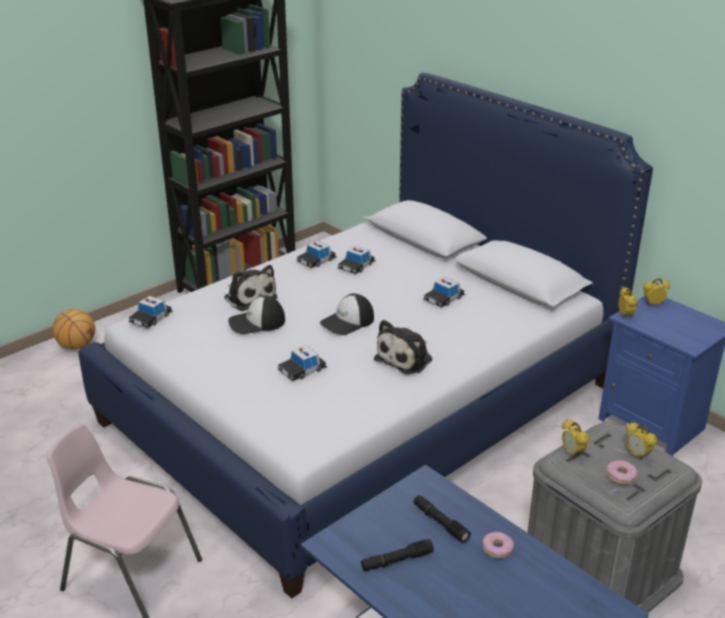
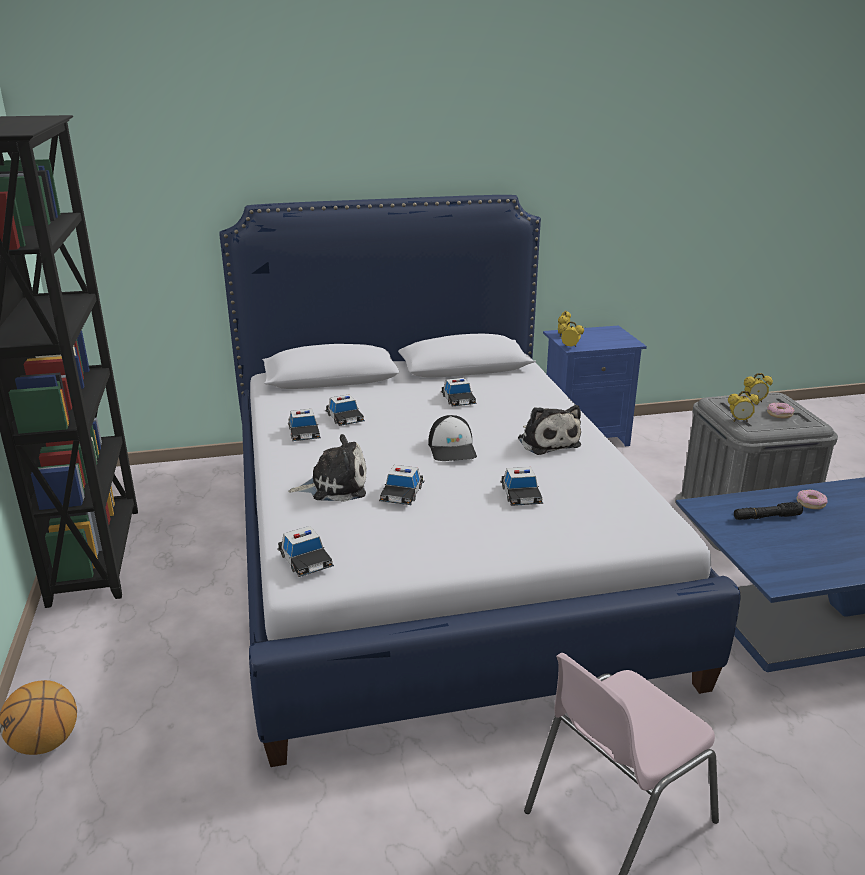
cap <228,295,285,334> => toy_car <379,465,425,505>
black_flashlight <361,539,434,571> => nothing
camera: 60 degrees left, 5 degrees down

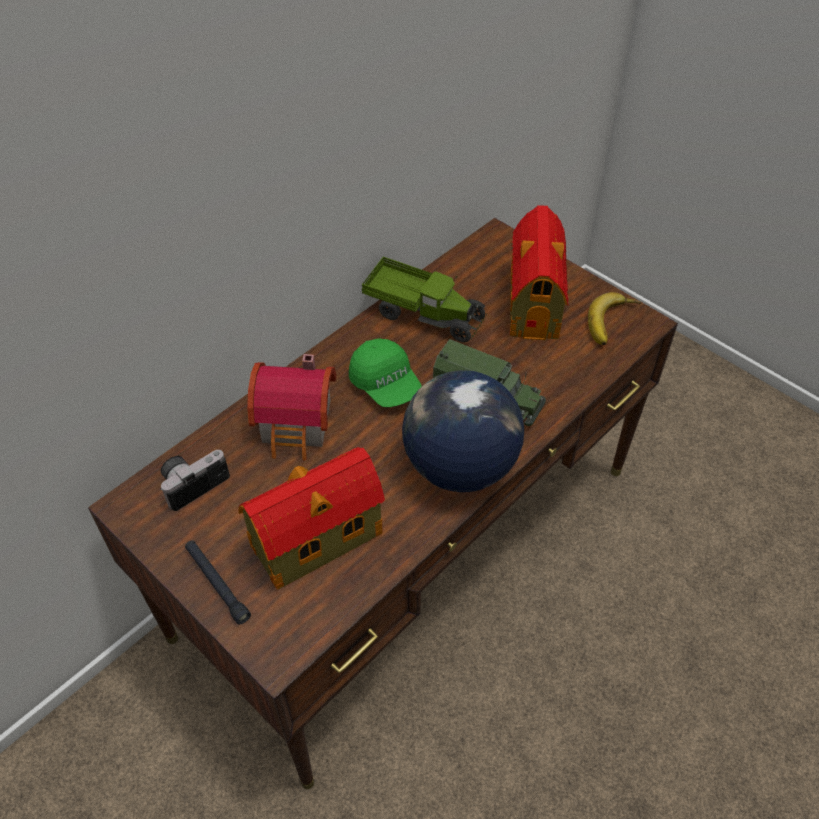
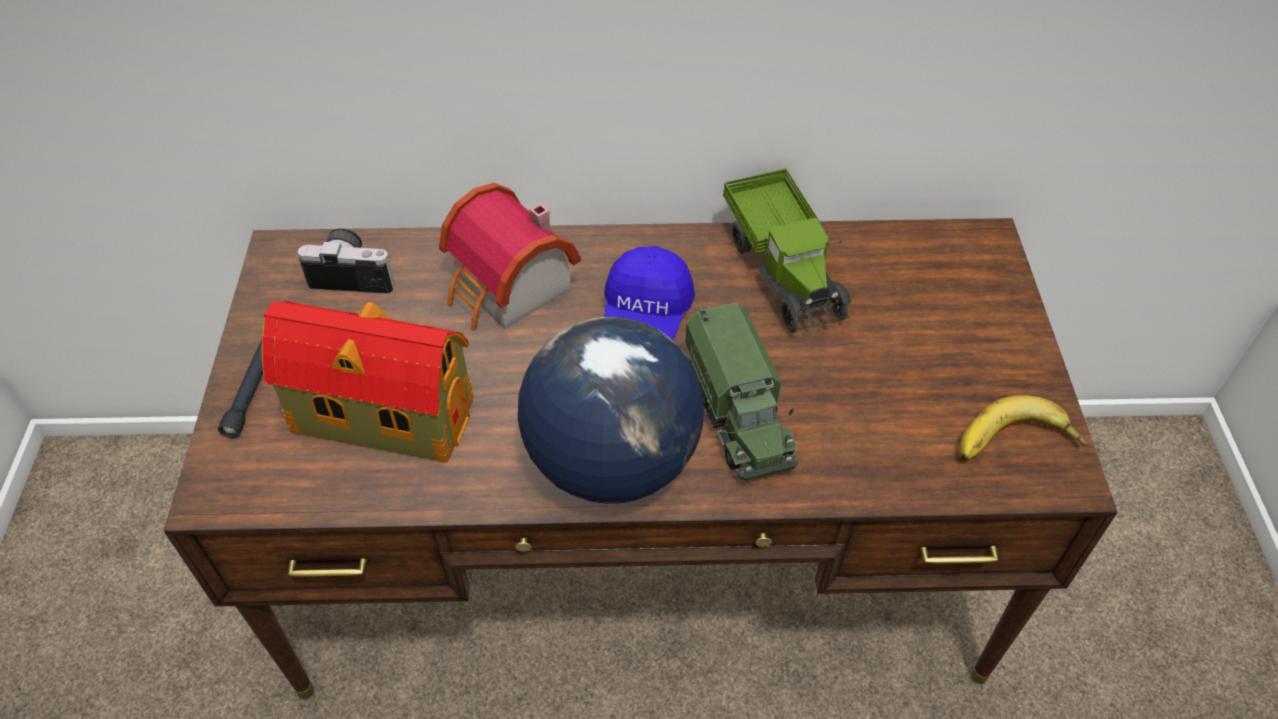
toy_house <510,205,568,340> => nothing
green_cap <349,338,422,407> => blue_cap <604,246,695,340>
camera: 45 degrees right, 0 degrees up

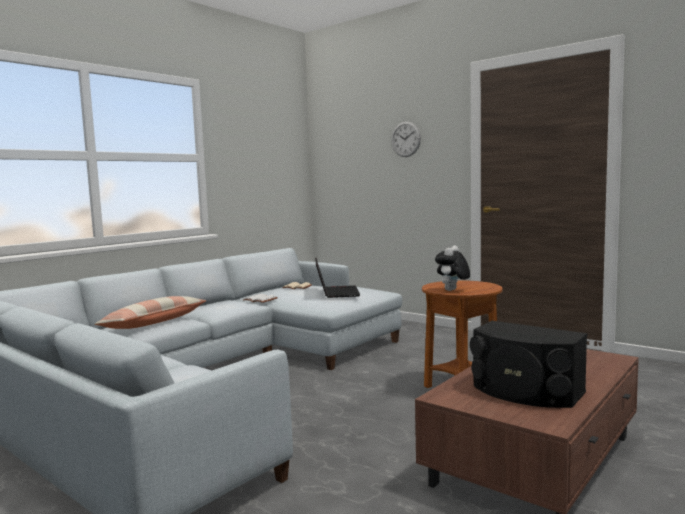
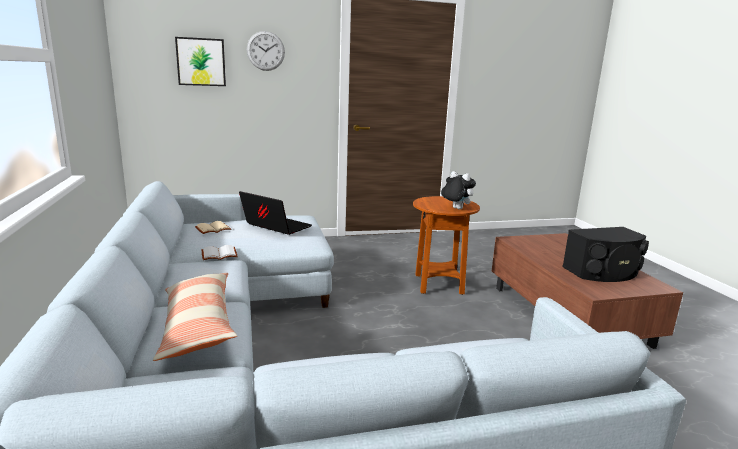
plush_toy <435,246,470,291> => plush_toy <441,171,476,210>, 150 degrees clockwise
nothing => picture <175,37,226,86>
camera: 55 degrees left, 10 degrees up

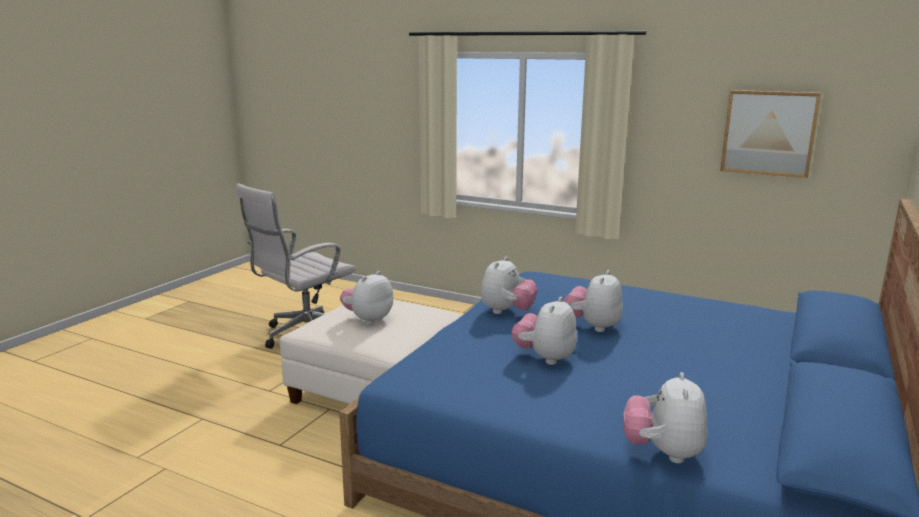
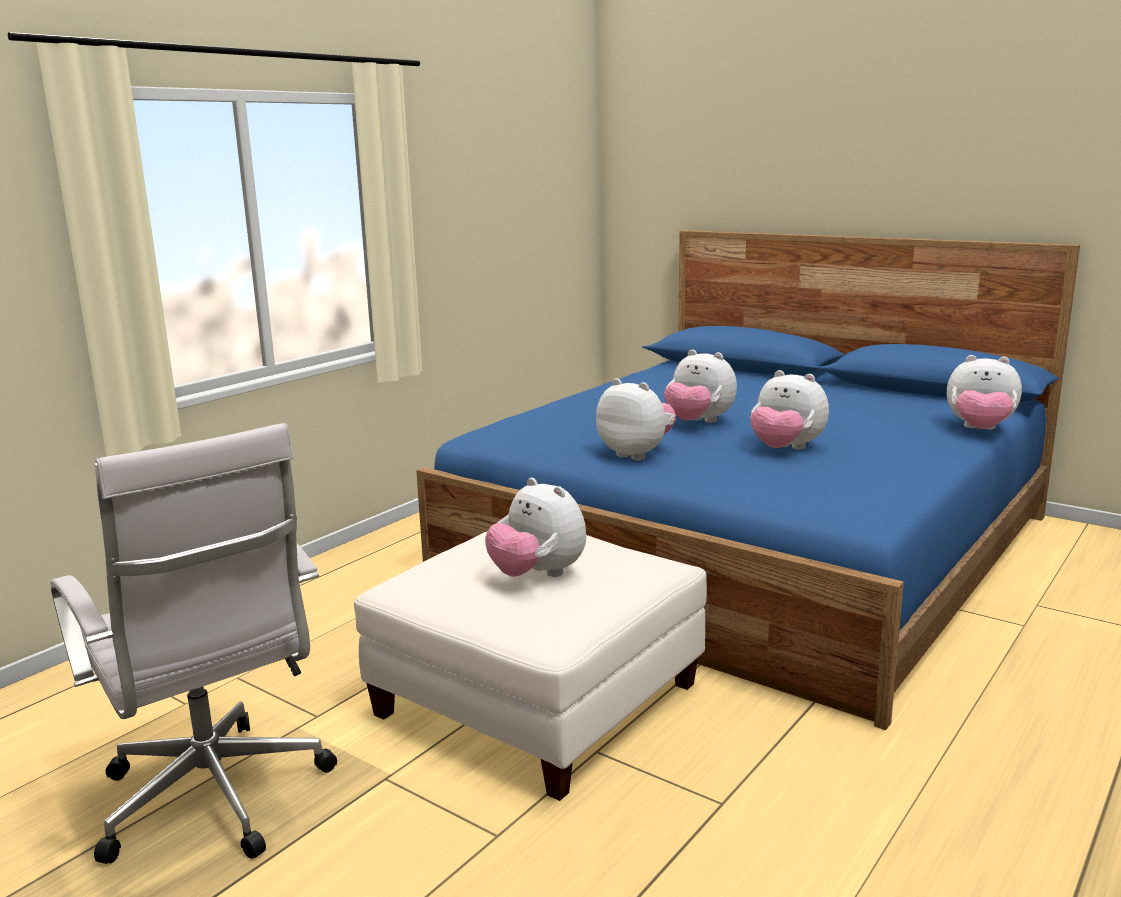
picture <720,90,821,178> => nothing
camera: 80 degrees left, 0 degrees up

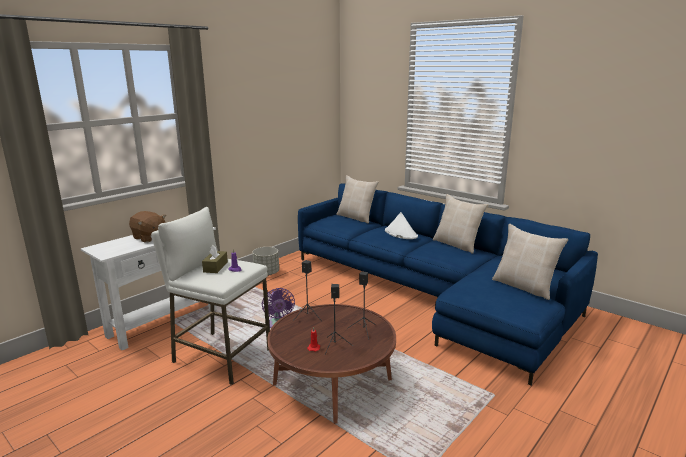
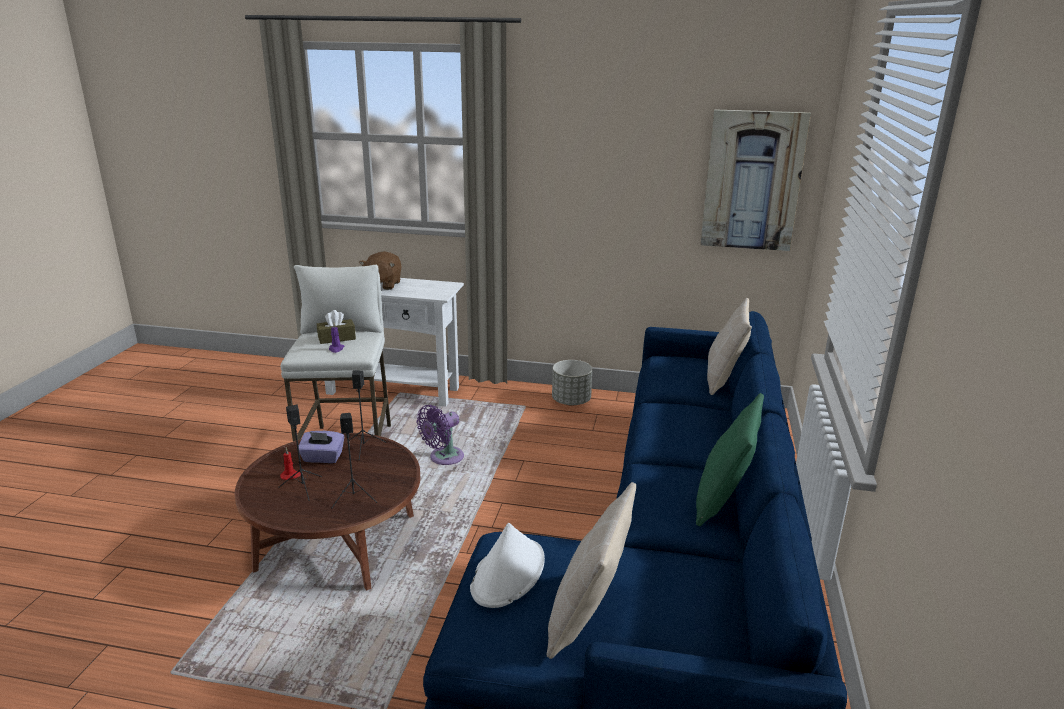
beige_pillow <433,194,488,254> => green_pillow <696,393,764,526>
white_hat <385,212,418,239> => white_hat <470,523,545,608>, relocated
nothing => picture <700,109,811,251>
nothing => purple_tissue_box <299,431,344,463>
camera: 60 degrees right, 5 degrees up

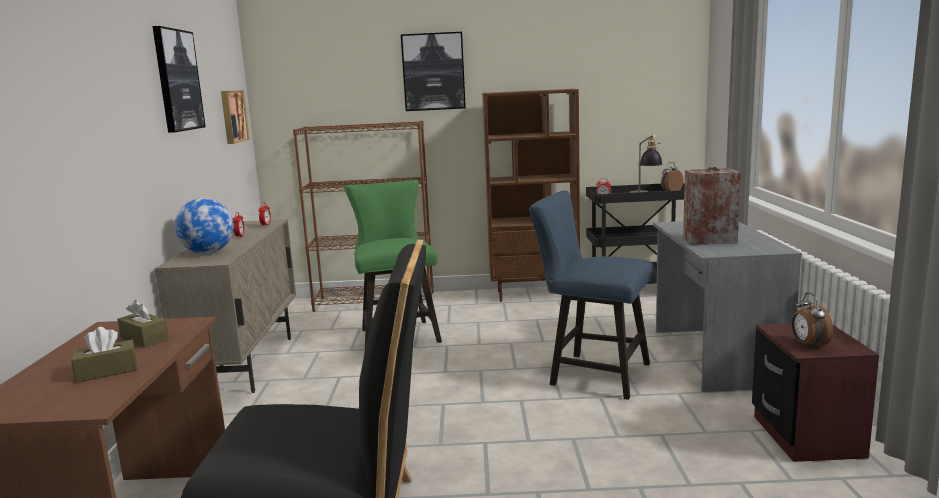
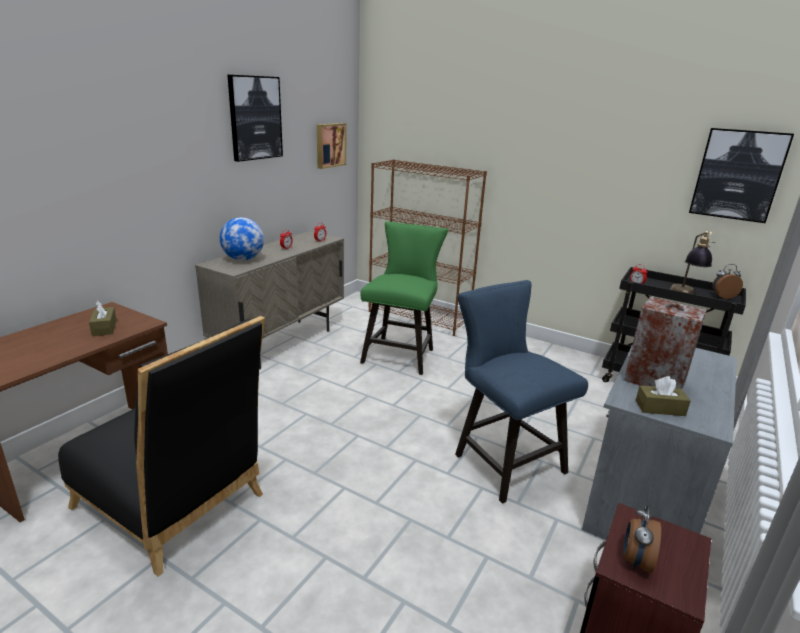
picture <401,32,466,111> => picture <689,128,794,223>, relocated
brown_bookcase <482,89,580,302> => nothing
brown_tissue_box <71,327,137,383> => brown_tissue_box <636,376,691,416>, relocated
camera: 30 degrees right, 10 degrees up

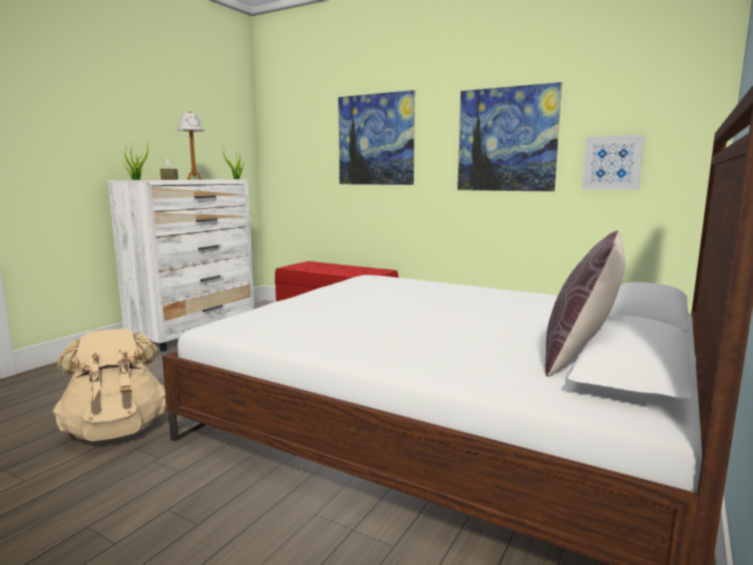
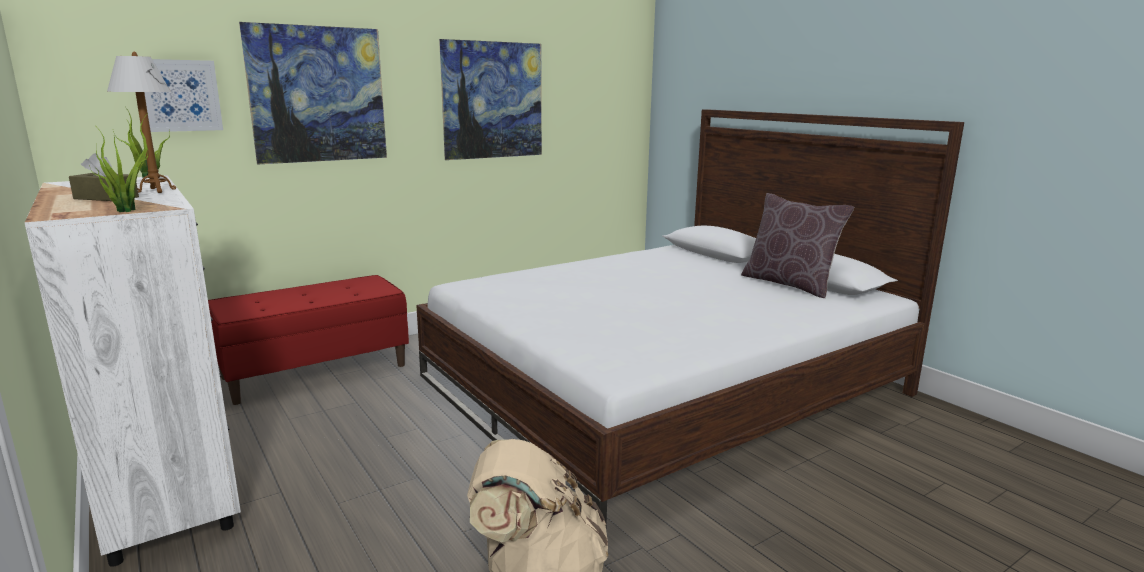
picture <582,135,644,190> => picture <144,59,223,132>, relocated
camera: 65 degrees left, 5 degrees up

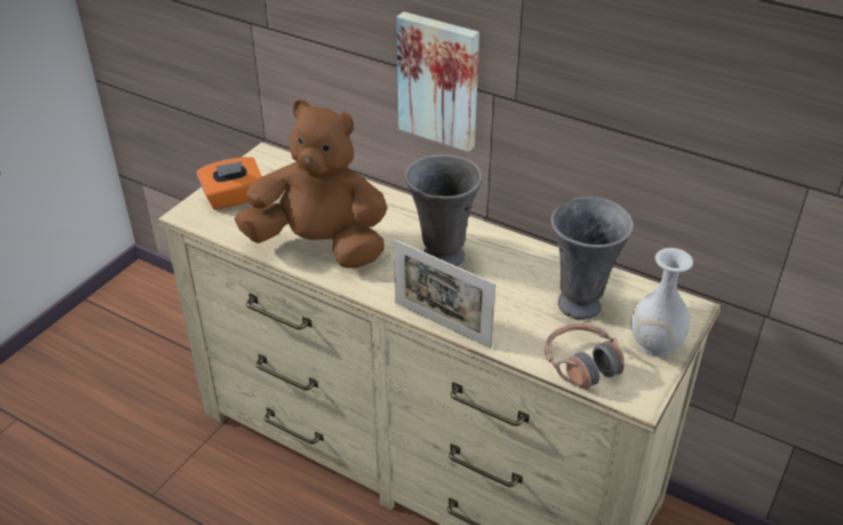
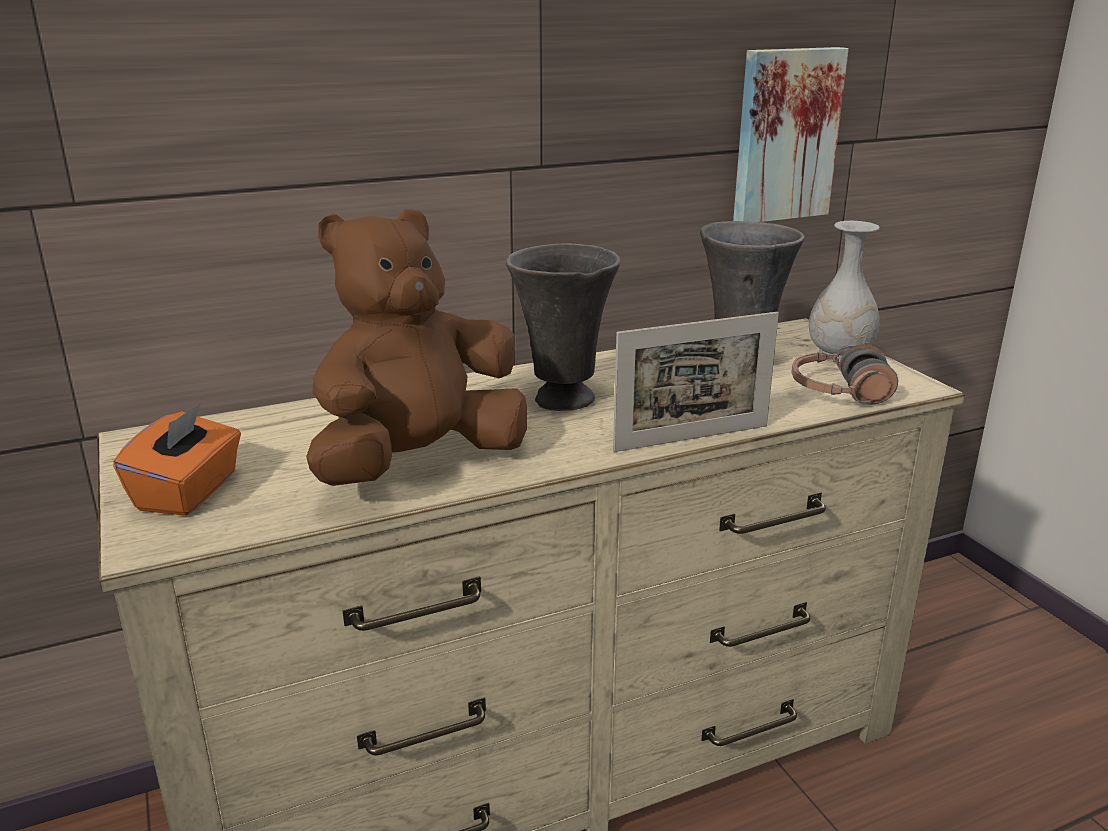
picture <397,12,479,152> => picture <733,47,849,222>, relocated
camera: 55 degrees left, 15 degrees down

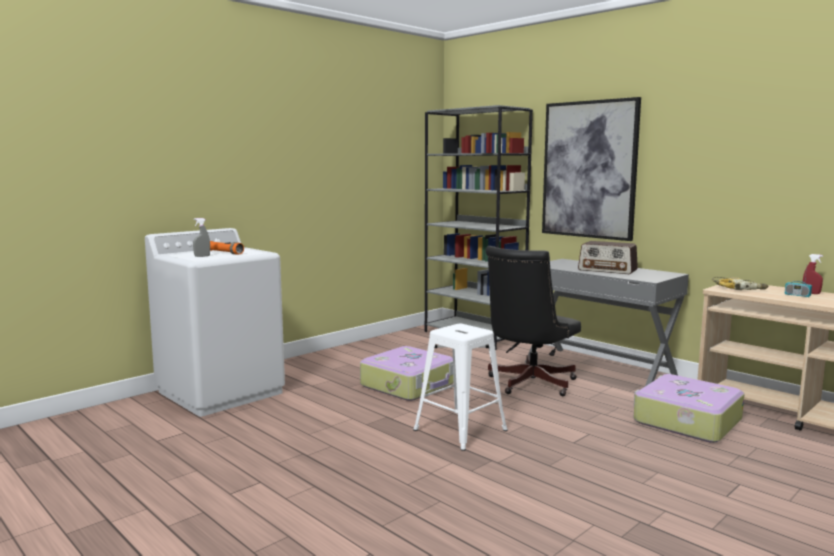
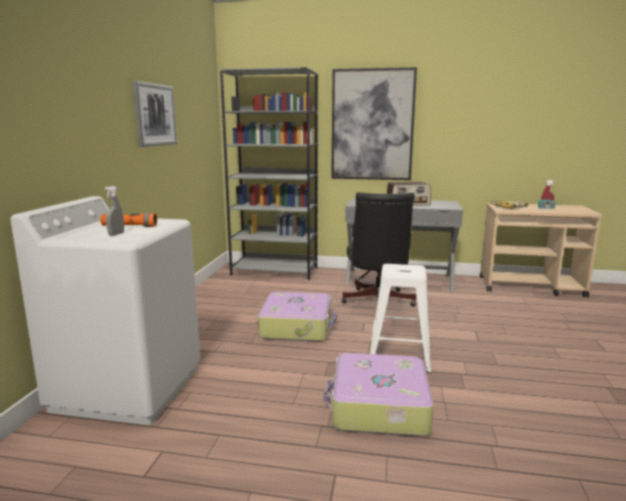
suitcase <633,374,745,443> => suitcase <323,353,434,436>, relocated
nothing => picture <133,81,177,147>
camera: 35 degrees left, 5 degrees up

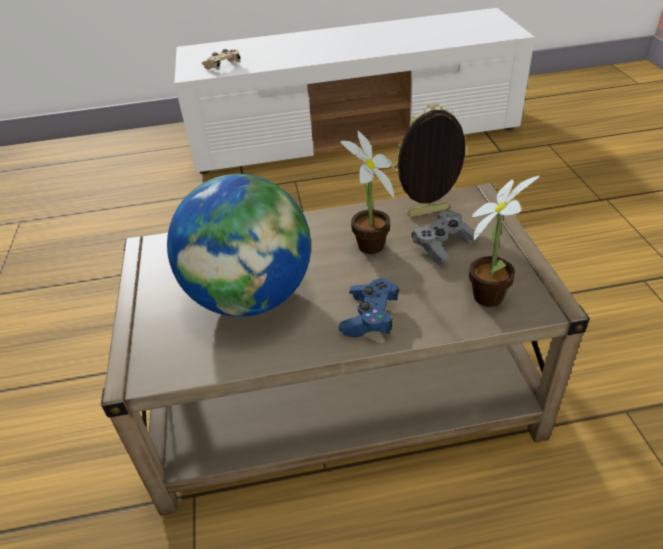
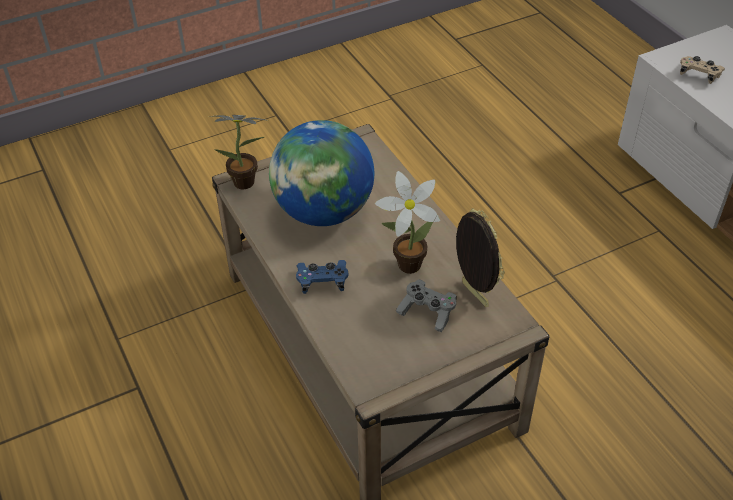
potted_plant <469,176,540,307> => potted_plant <208,115,268,189>, relocated
camera: 70 degrees right, 5 degrees up

